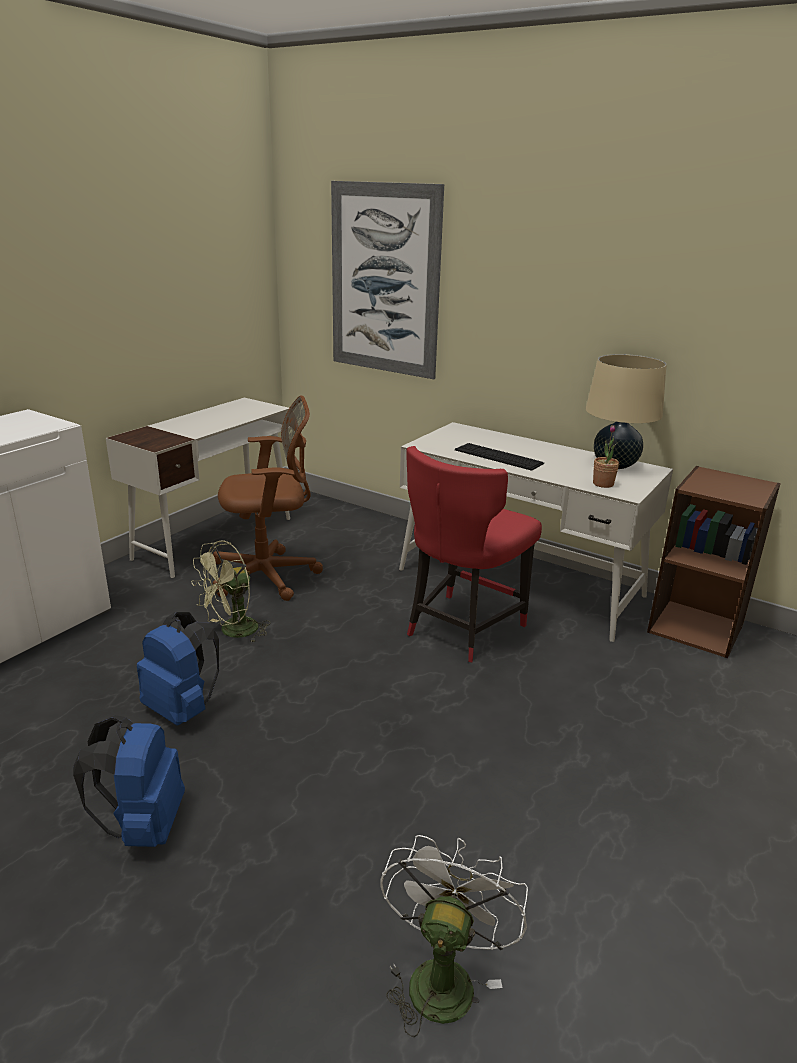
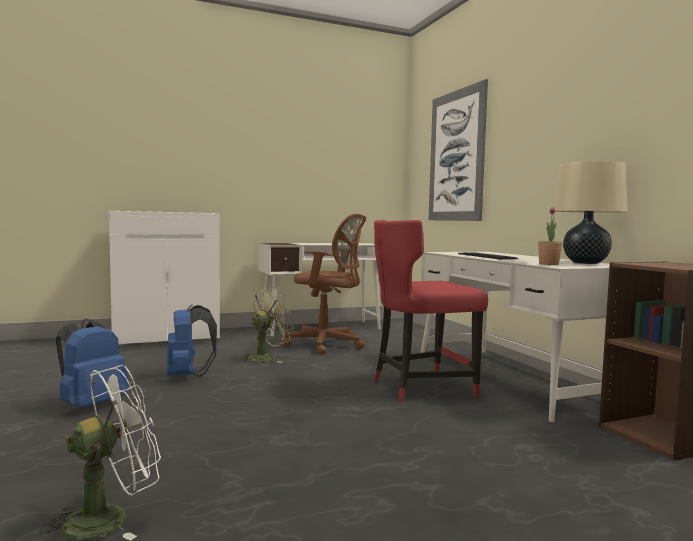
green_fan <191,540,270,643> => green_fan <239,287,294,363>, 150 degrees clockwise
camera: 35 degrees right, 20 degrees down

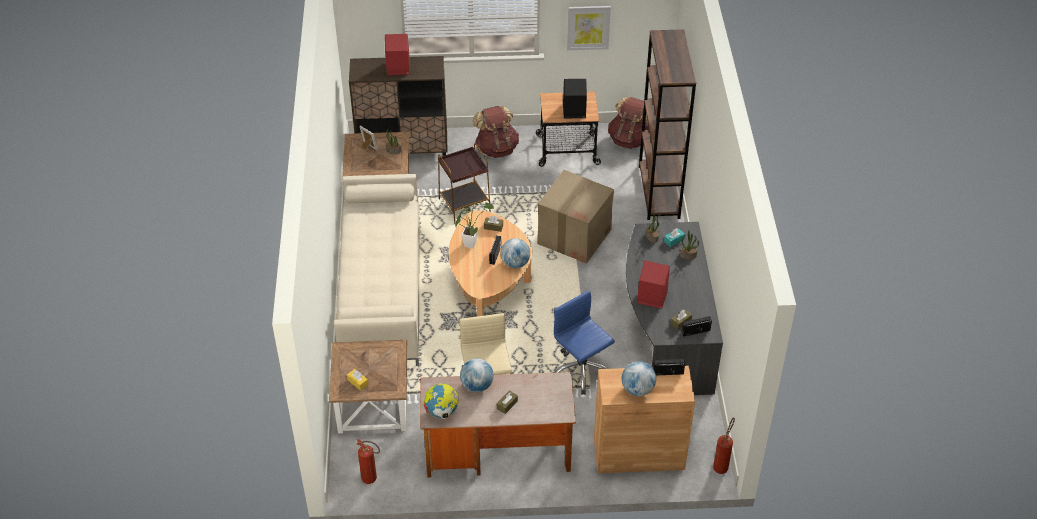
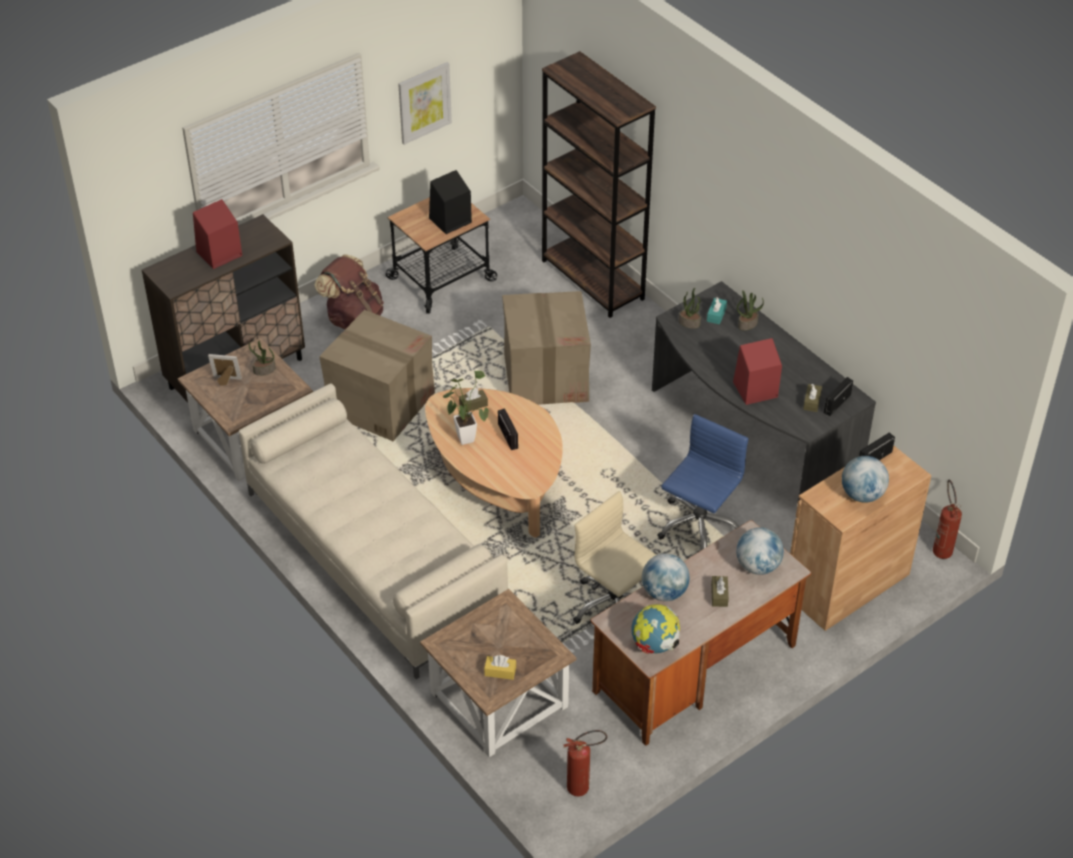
brown_backpack <608,97,649,149> => nothing
brown_side_table <438,143,491,223> => cardboard_box <319,310,435,441>
globe <500,238,530,268> => globe <736,527,784,575>, relocated
blue_office_chair <554,290,615,395> => blue_office_chair <657,414,748,550>, 105 degrees clockwise
camera: 35 degrees left, 0 degrees up

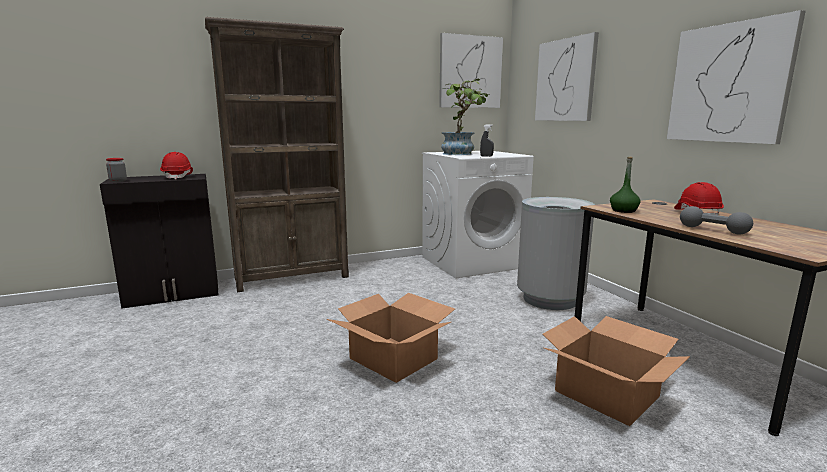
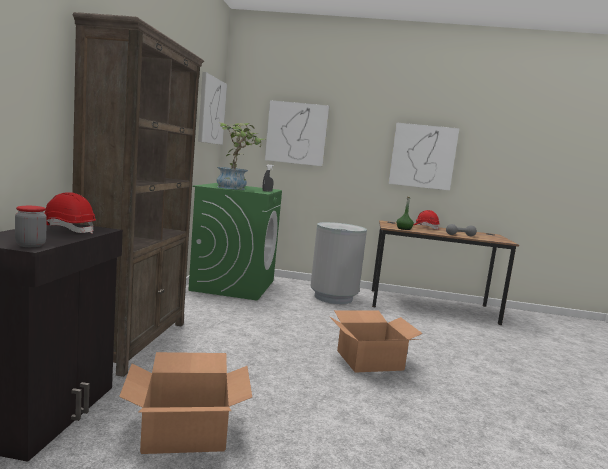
white_washing_machine <422,151,534,279> => green_washing_machine <188,183,282,301>
cardboard_box <543,316,690,426> => cardboard_box <119,352,252,454>, relocated
camera: 60 degrees left, 5 degrees down

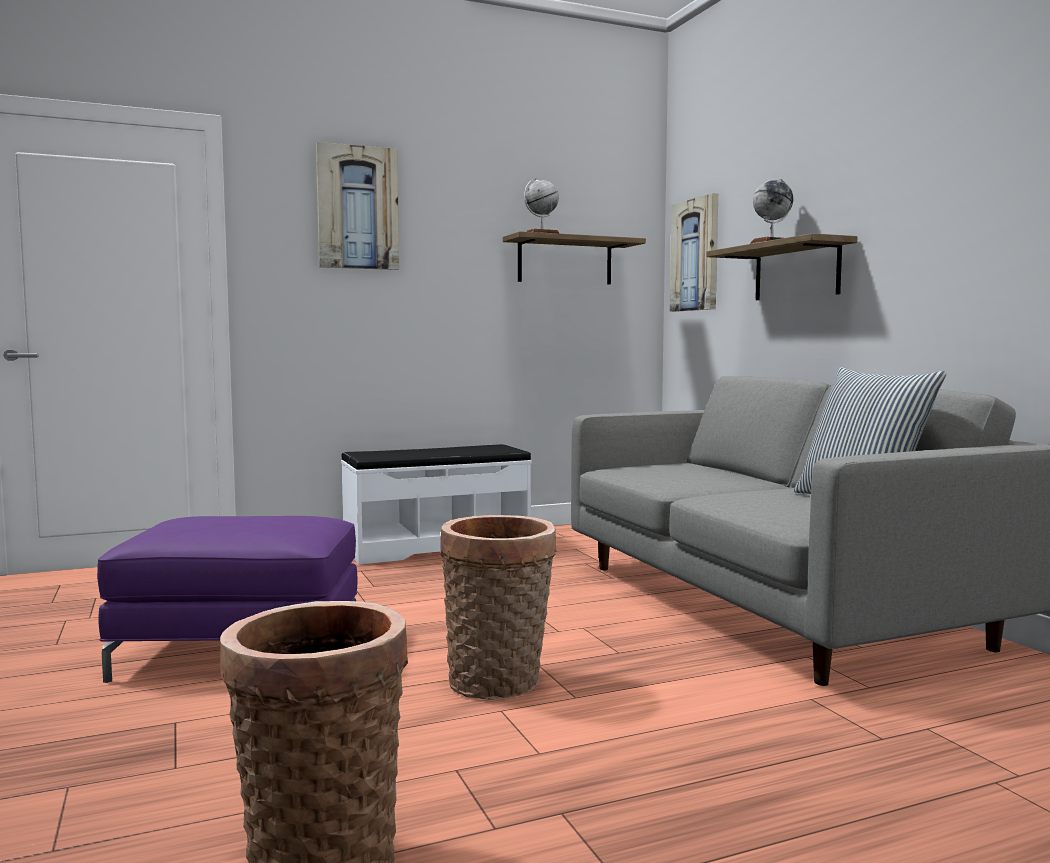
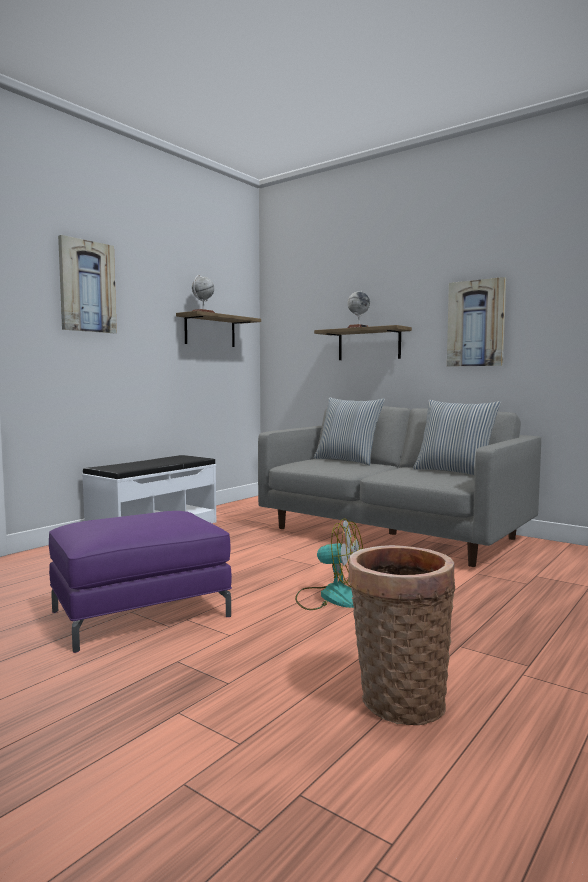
picture <670,193,718,312> => picture <447,277,506,367>, relocated
basket <440,515,557,700> => fan <295,518,363,610>
nothing => pillow <314,397,385,465>
camera: 30 degrees left, 0 degrees up

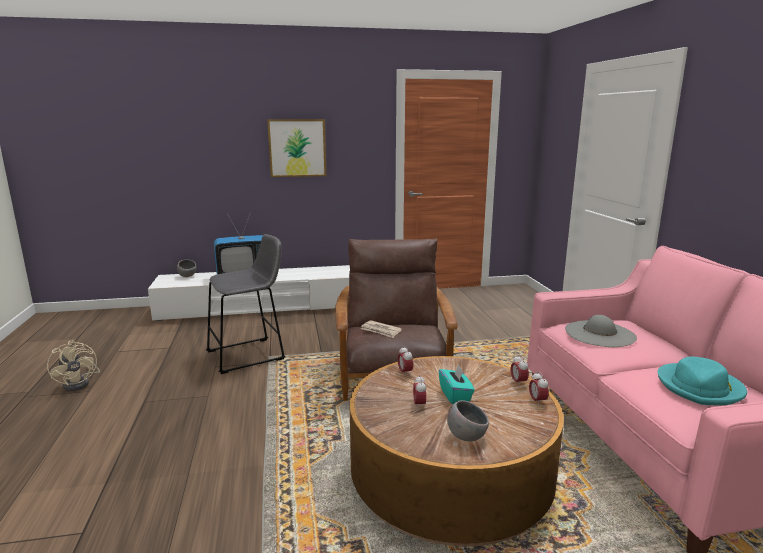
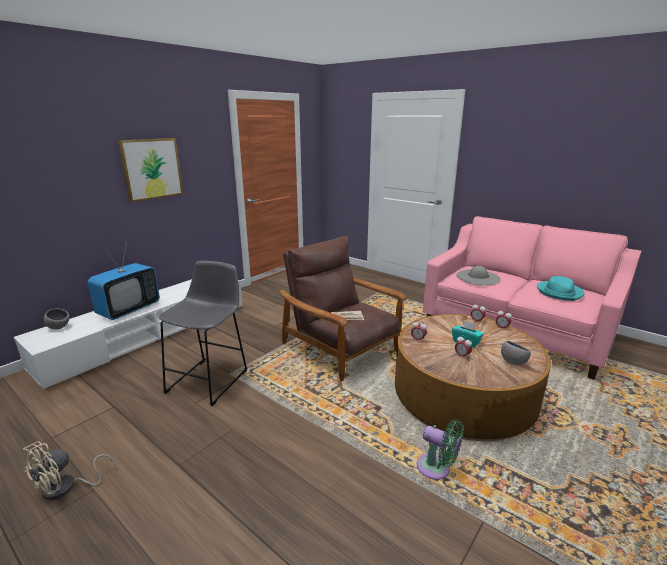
beige_fan <47,340,100,391> => beige_fan <23,441,116,500>, 105 degrees clockwise
nothing => green_fan <417,420,464,480>
camera: 40 degrees left, 5 degrees up

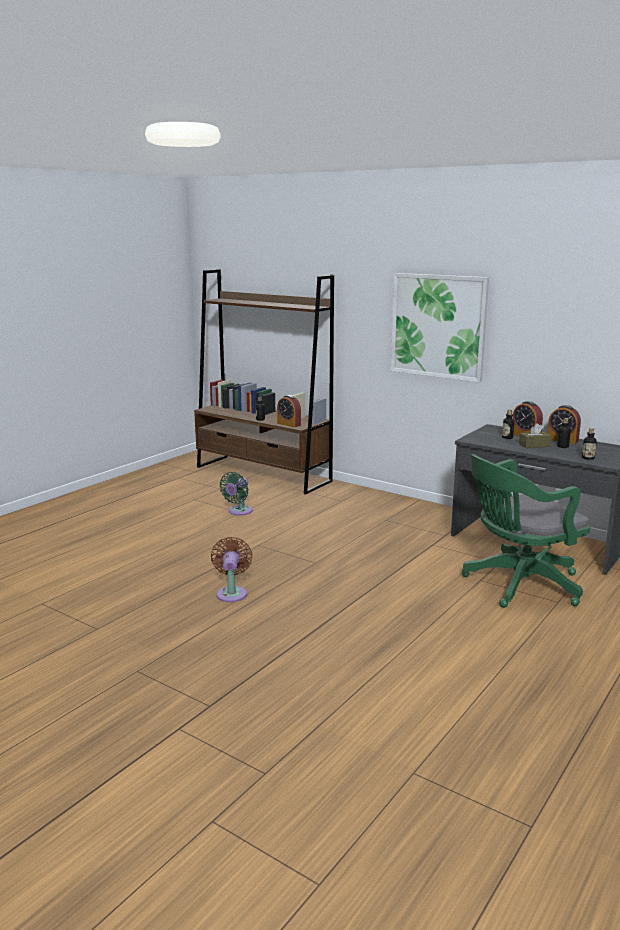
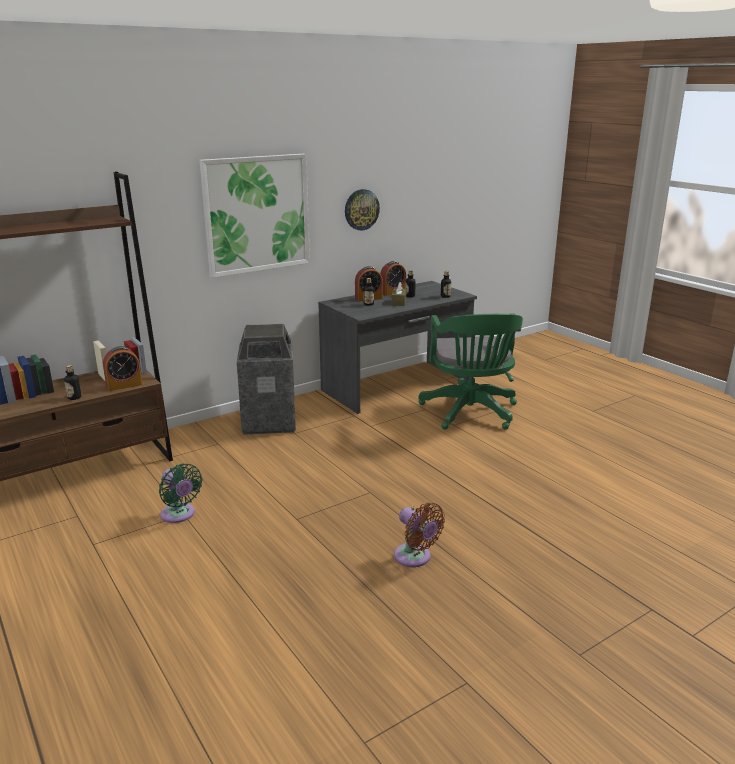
brown_fan <211,537,253,602> => brown_fan <394,503,445,567>, 150 degrees counterclockwise
nothing => wall_clock <345,189,380,231>
nothing => trash_can <237,324,296,435>
camera: 70 degrees left, 5 degrees up

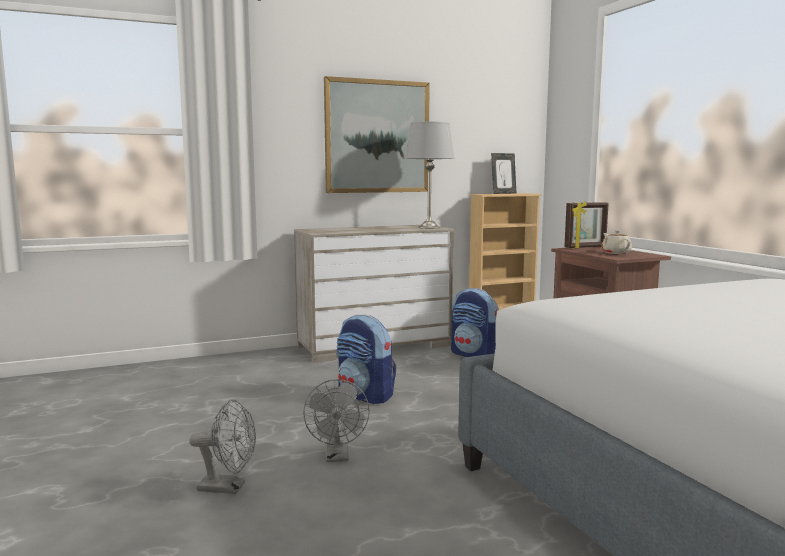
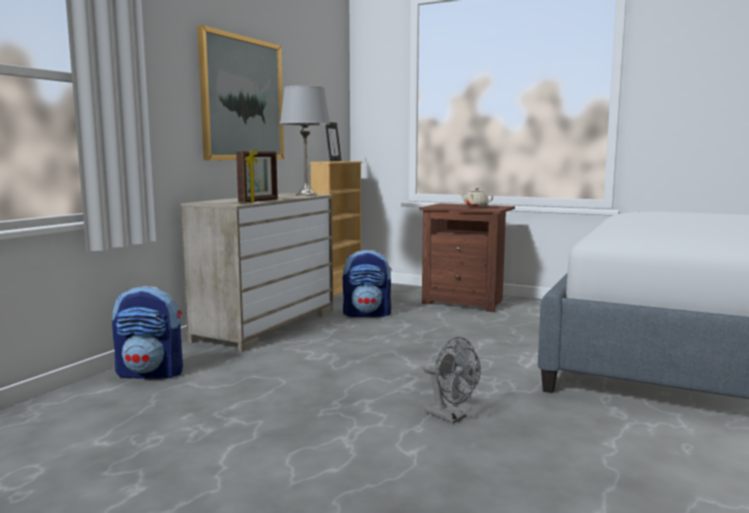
picture_frame <564,201,609,249> => picture_frame <236,149,278,203>, relocated
backpack <337,315,396,404> => backpack <112,286,183,379>, relocated
grey_fan <189,399,256,494> => nothing
camera: 40 degrees left, 0 degrees up

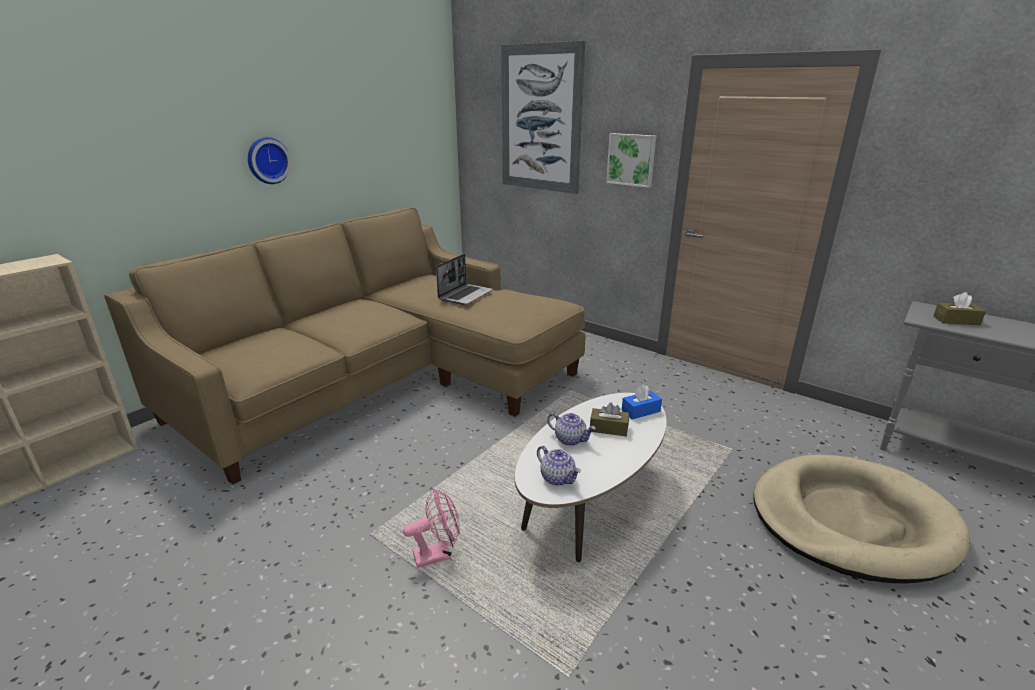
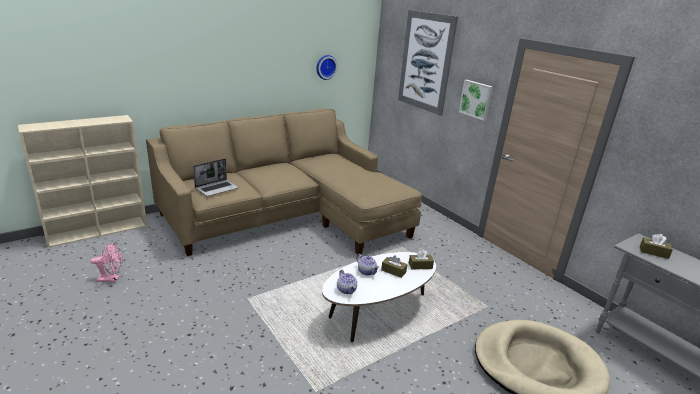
wall_clock <248,137,291,184> => wall_clock <316,55,337,80>, relocated
laptop <436,254,493,305> => laptop <193,158,239,196>, relocated
blue_tissue_box <621,385,662,420> => brown_tissue_box <409,249,434,269>
pink_fan <403,488,460,568> => pink_fan <90,243,123,282>, relocated
camera: 15 degrees right, 0 degrees up

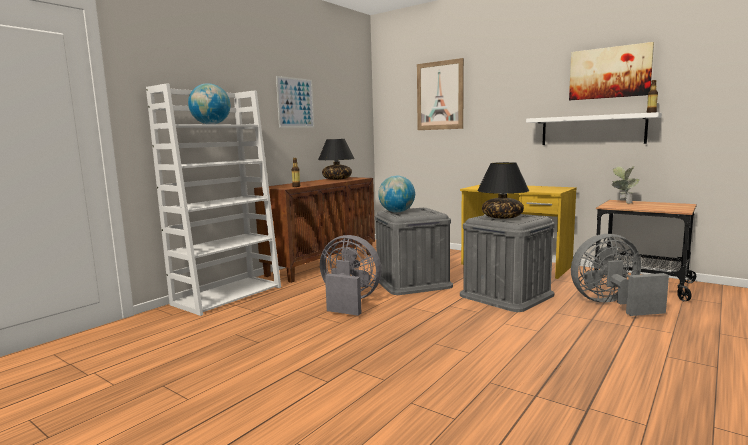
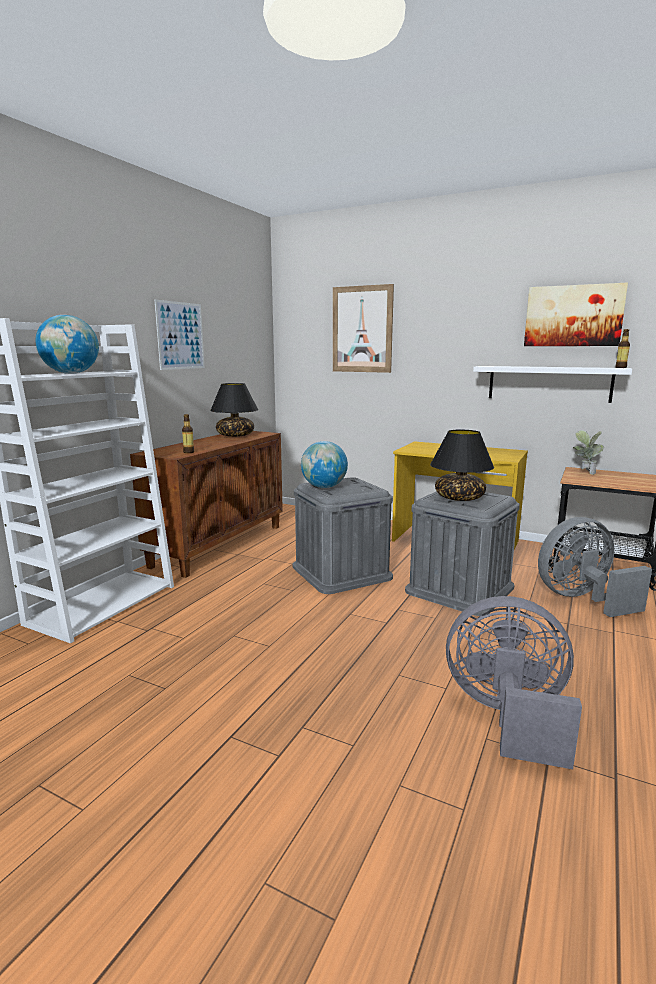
grey_fan <320,235,382,316> => grey_fan <446,596,582,769>, relocated
camera: 10 degrees left, 5 degrees up

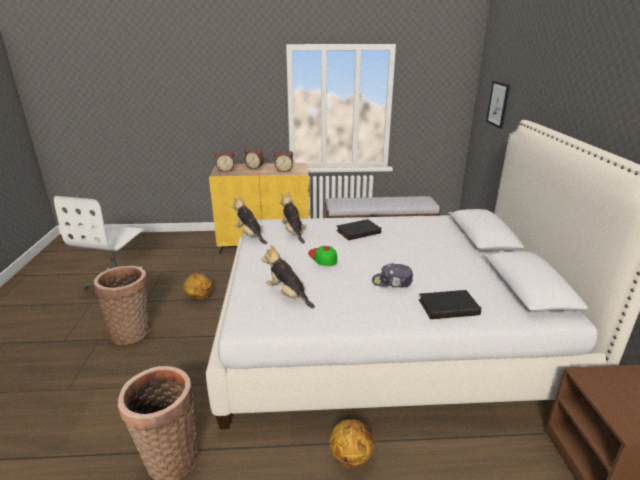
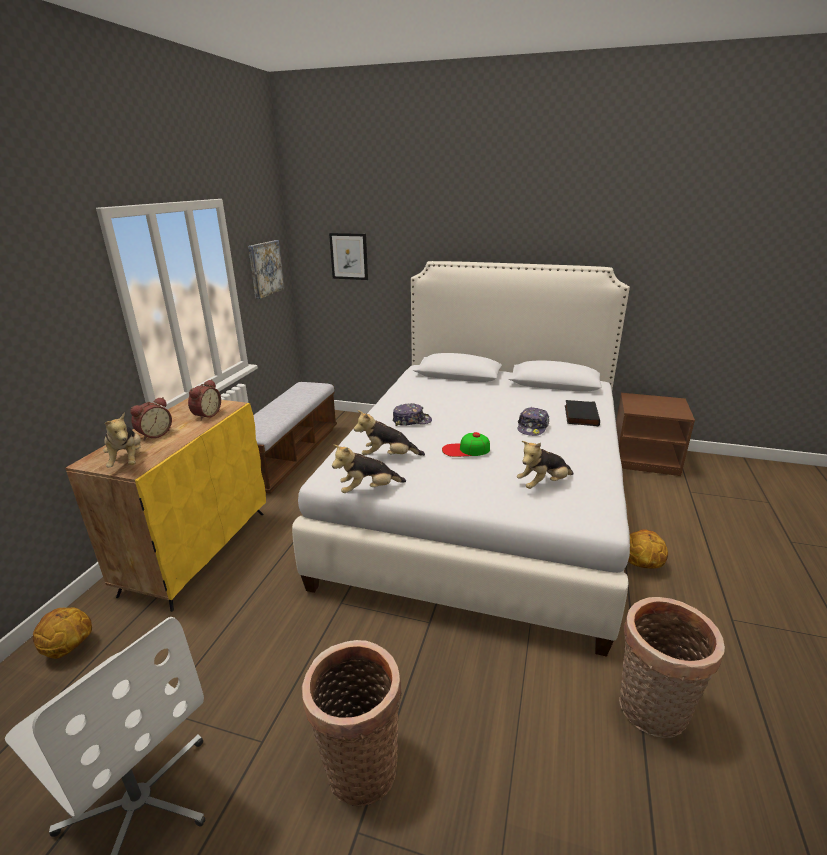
alarm_clock <214,151,234,172> => plush_toy <103,413,141,467>
black_book <336,219,381,240> => cap <392,403,432,426>
basketball <183,273,212,299> => basketball <33,607,92,659>, relocated
nothing => picture <248,240,285,299>
camera: 70 degrees left, 0 degrees up

